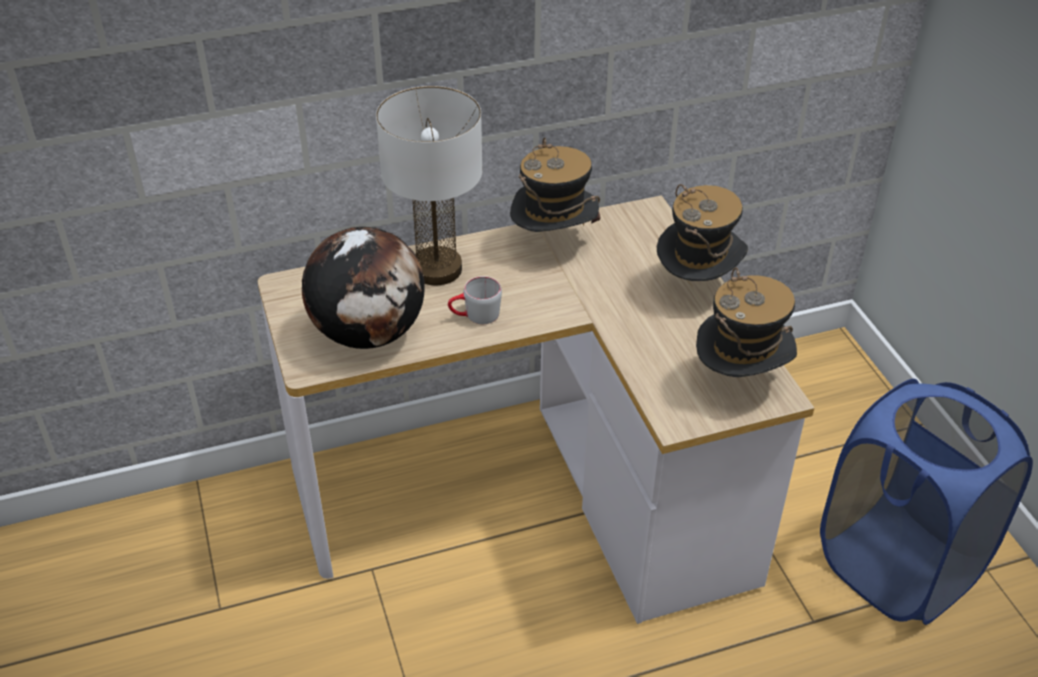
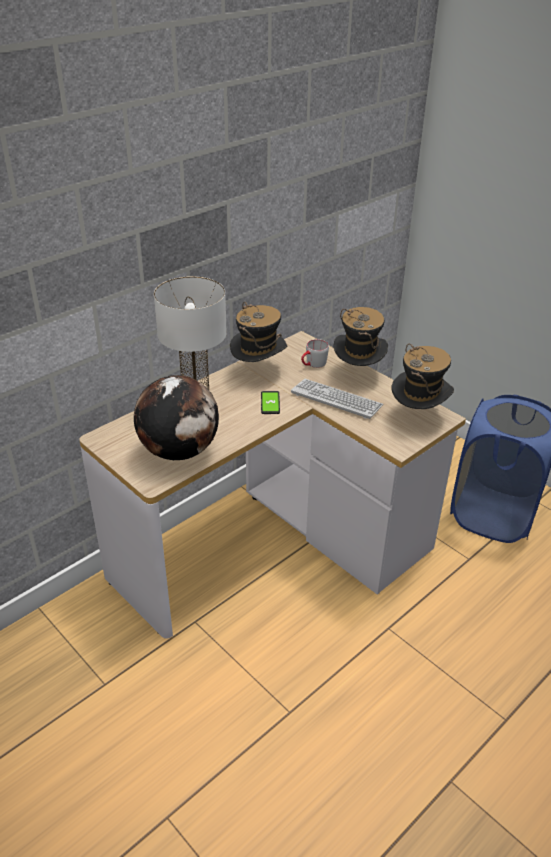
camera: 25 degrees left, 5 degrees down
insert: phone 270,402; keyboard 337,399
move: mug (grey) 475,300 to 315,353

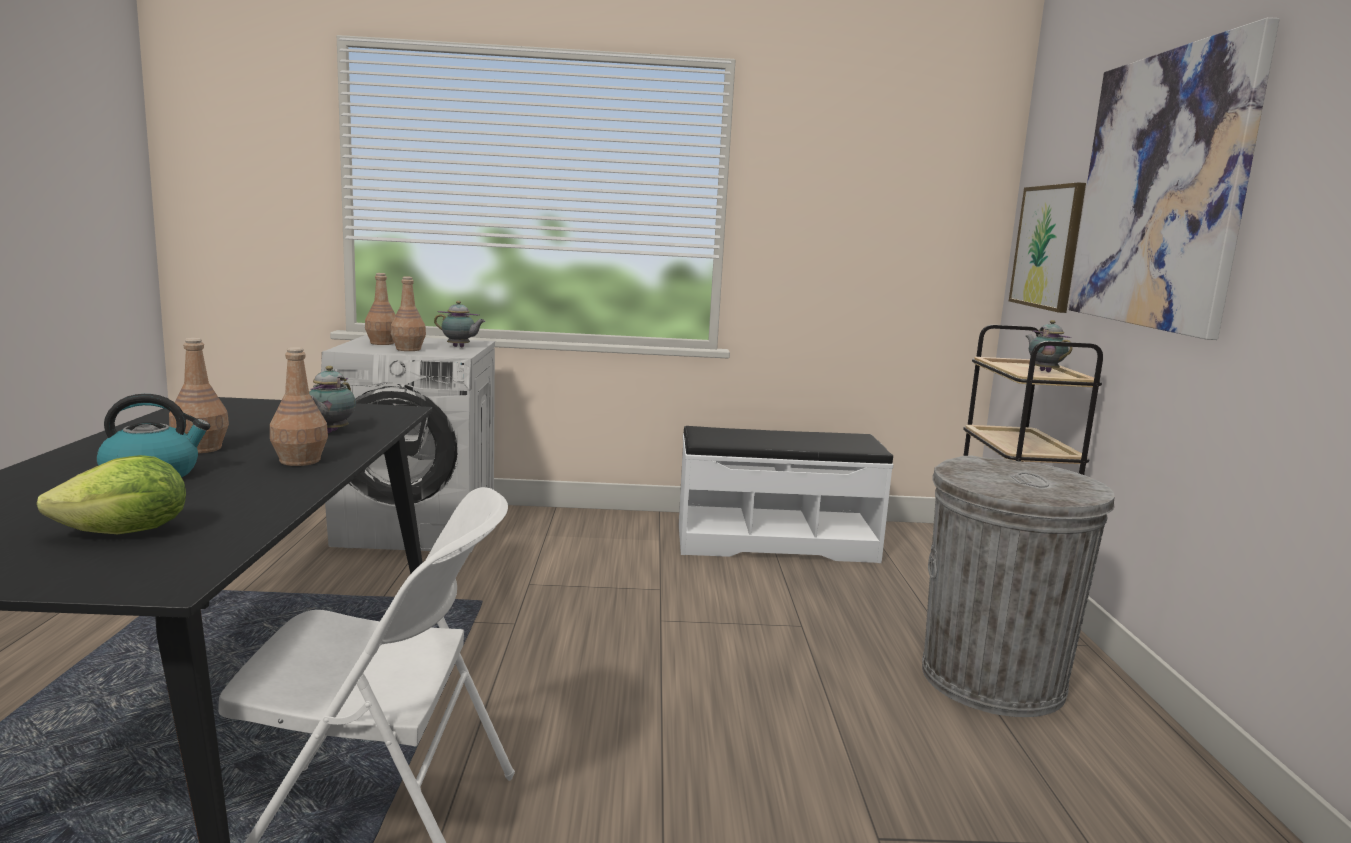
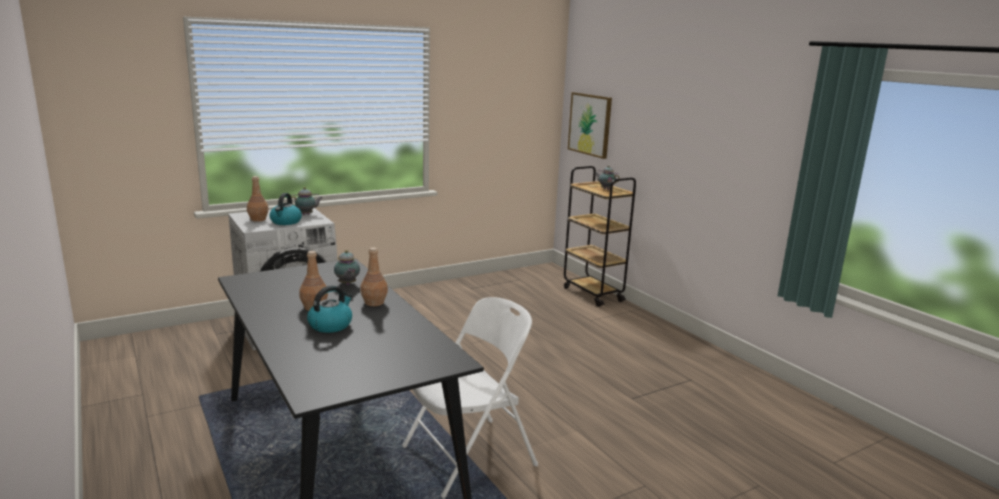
camera: 30 degrees left, 5 degrees up
delete: lettuce 111,494; bench (white) 786,494; trash can (grey) 1018,586; picture 1173,178
replace: bottle (brown) 408,314 to kettle 286,209

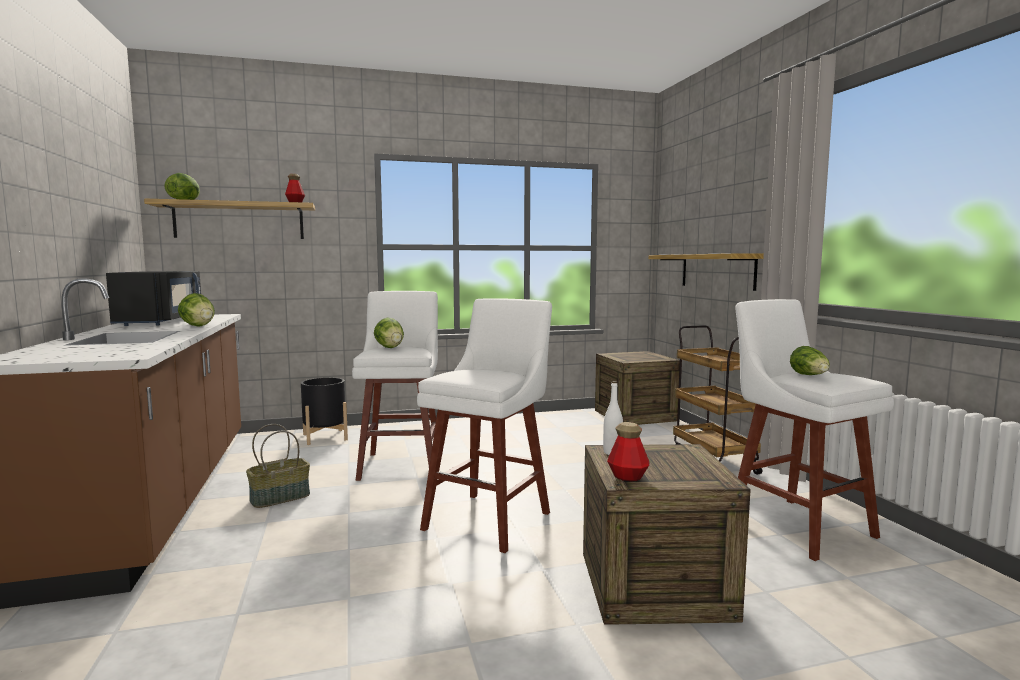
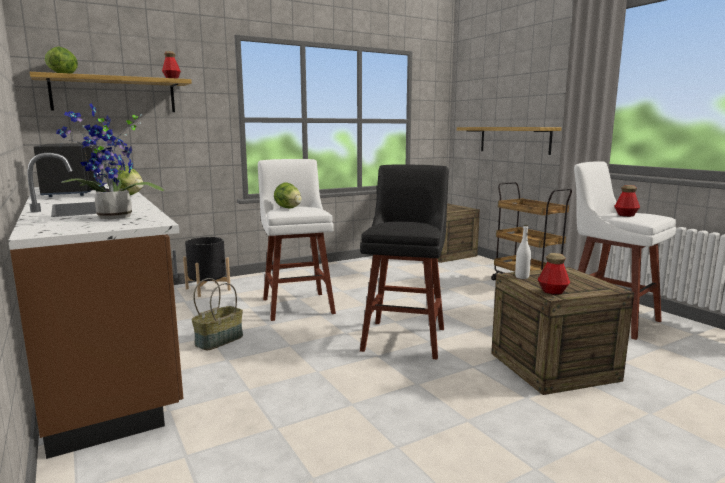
camera: 15 degrees left, 5 degrees up
insert: potted plant 110,161
replace: lettuce 810,360 to bottle 627,201
recolor: stool (white) 484,425 to stool (black) 404,262

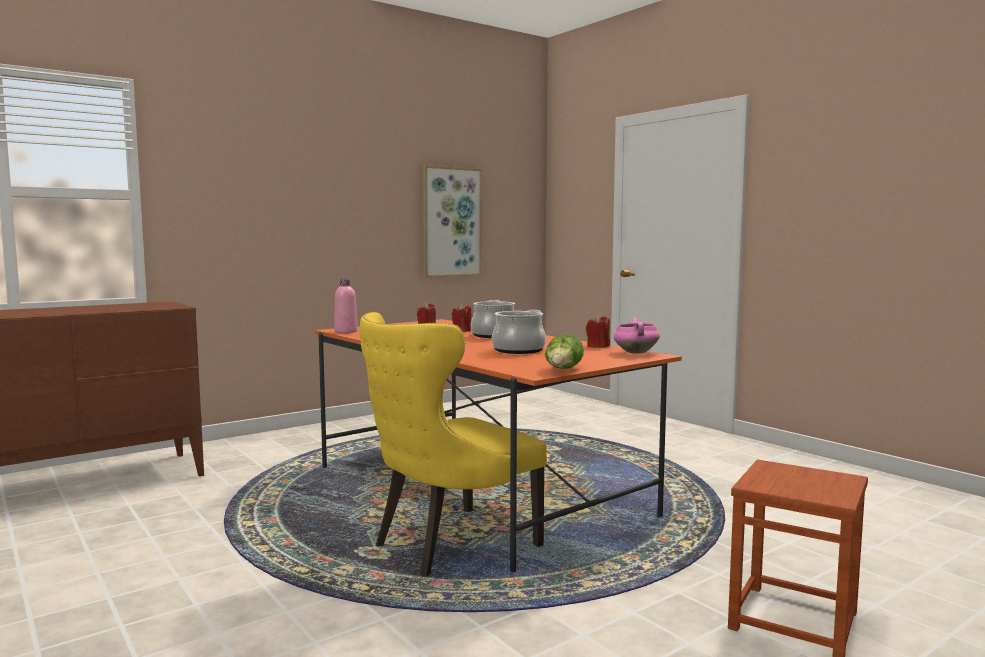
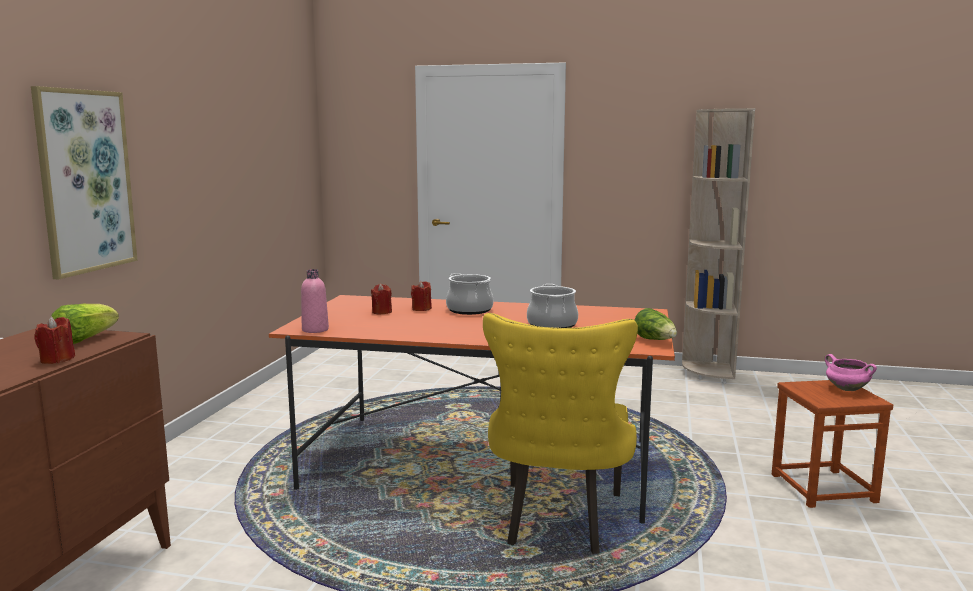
camera: 40 degrees left, 5 degrees up
insert: lettuce 85,324; bookcase (beige) 718,246
move: picture 452,221 to 84,183; candle (red) 598,331 to 54,340; cooking pot (pink) 636,335 to 851,372

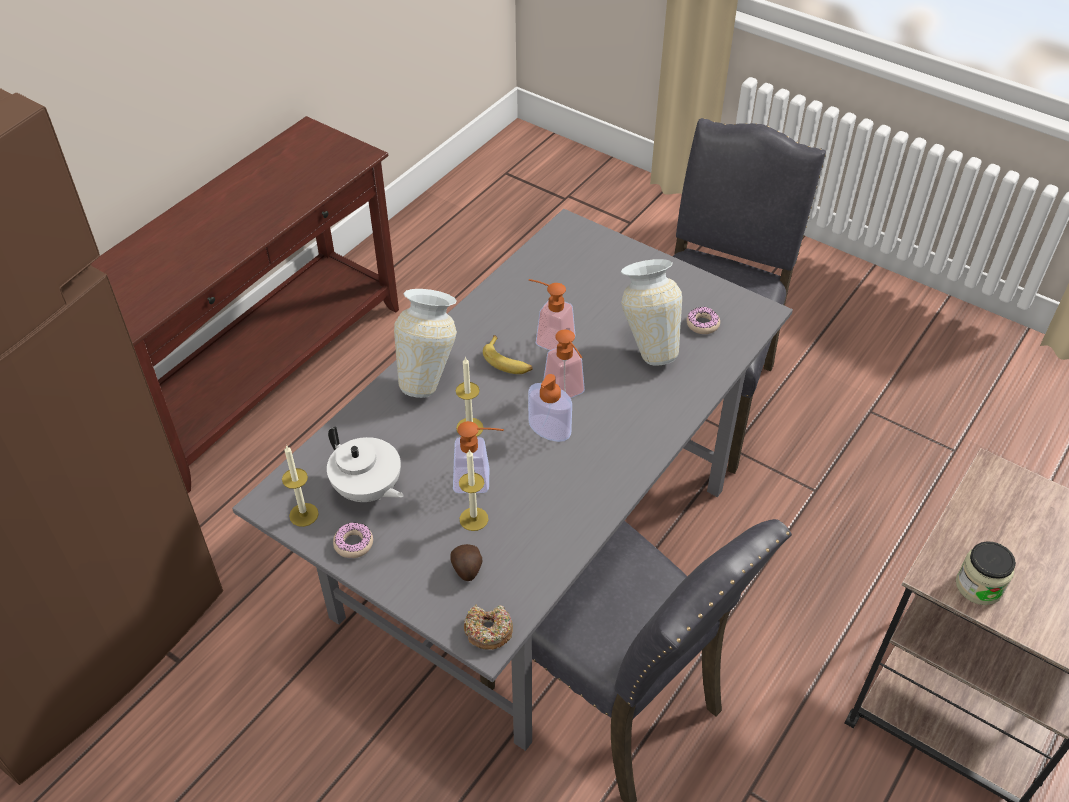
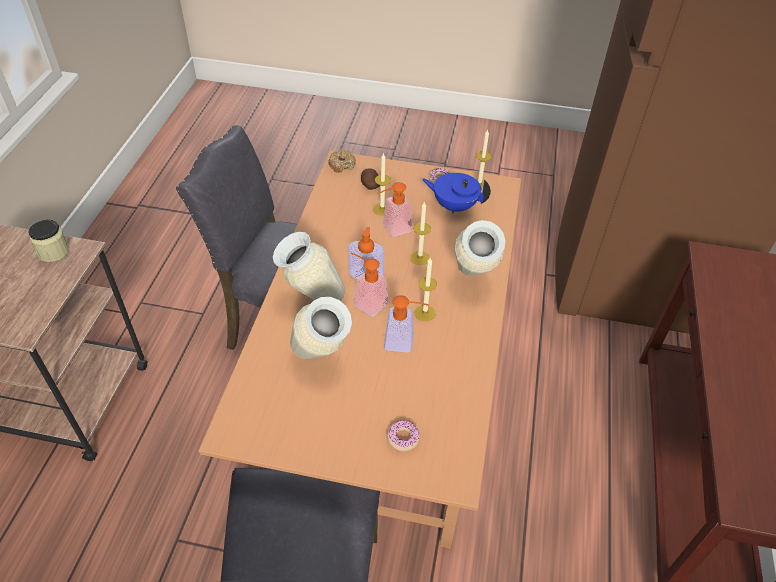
camera: 155 degrees right, 0 degrees up
insert: vase 309,266
move: donut 703,320 to 403,436
replace: banana 508,354 to candle 426,289
recolor: dining table (grey) 512,480 to dining table (brown) 359,350; teapot (white) 365,464 to teapot (blue) 456,193

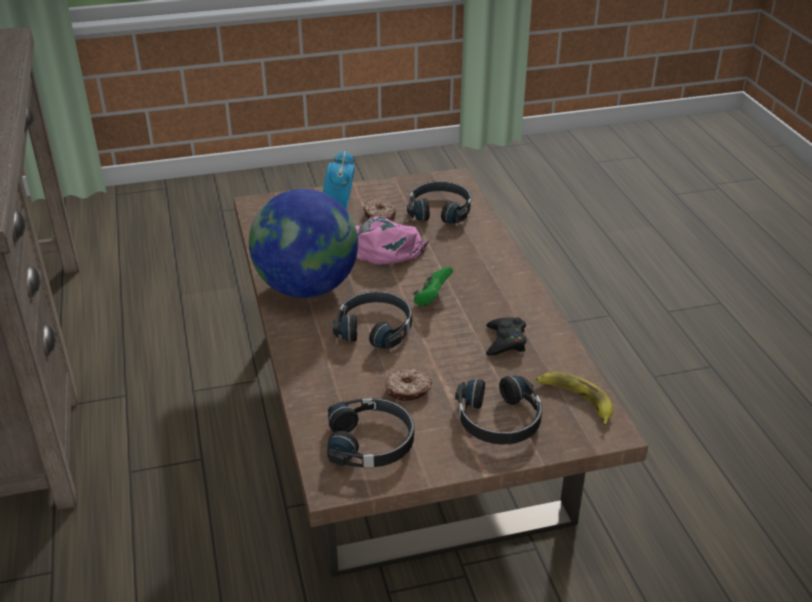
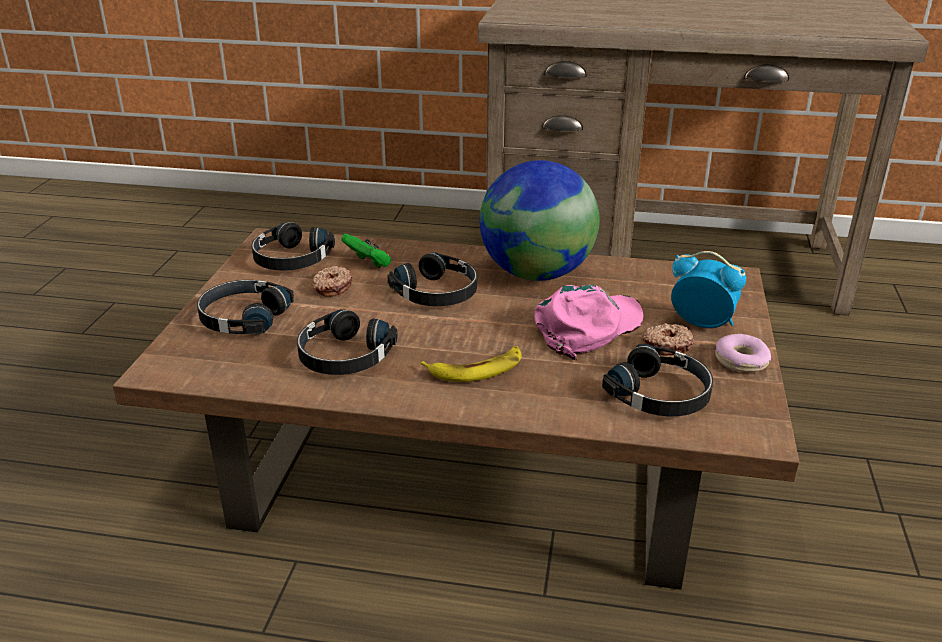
camera: 115 degrees right, 5 degrees down
insert: donut 743,353
move: game controller (green) 433,286 to 366,250; banana 574,398 to 471,364
replace: game controller (black) 506,336 to headphones (black) 347,342

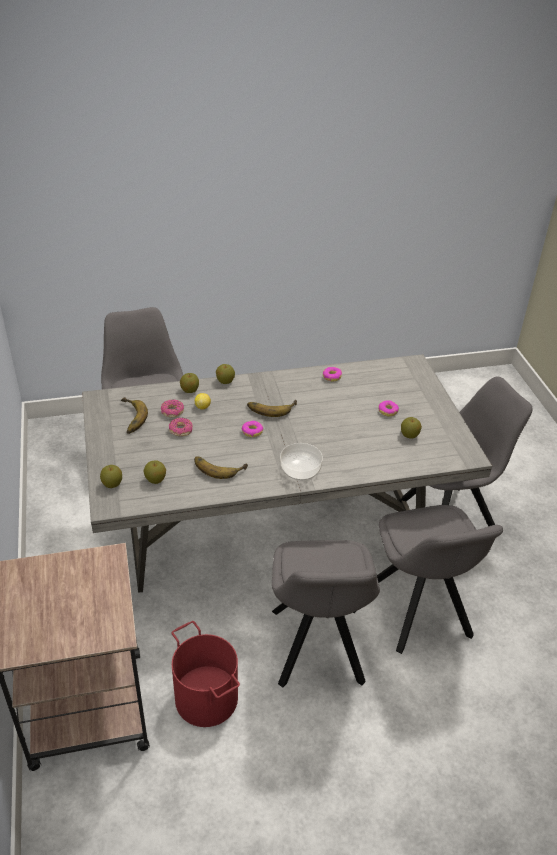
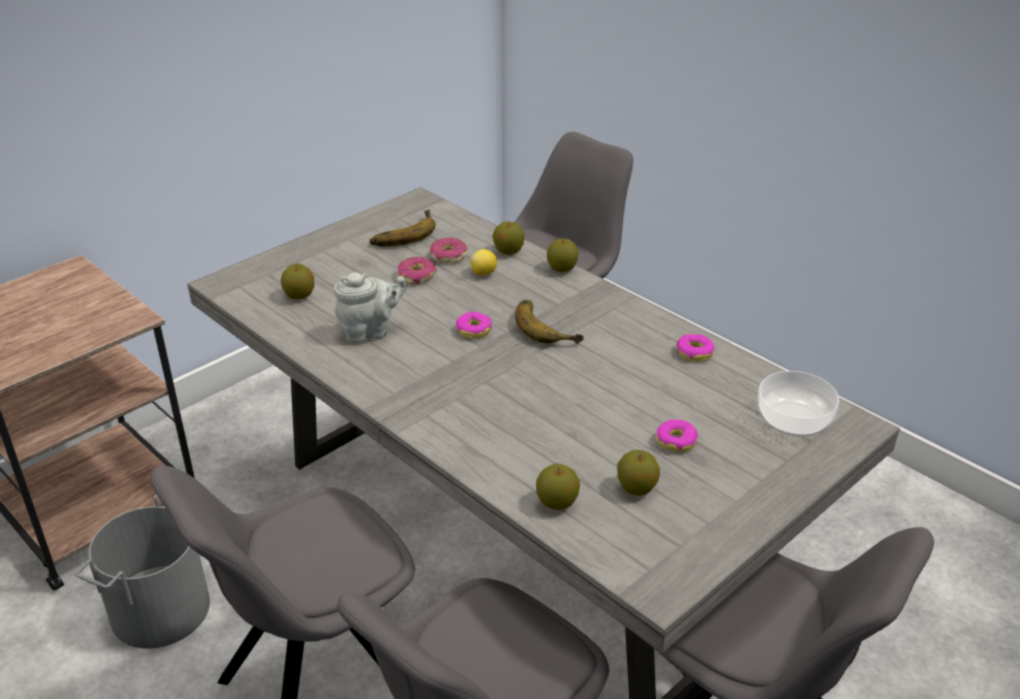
camera: 60 degrees right, 5 degrees down
move: apple 111,476 to 558,487; bowl 301,461 to 798,404
replace: banana 221,468 to teapot (grey) 370,308
recolor: bucket (red) 205,674 to bucket (grey) 142,571

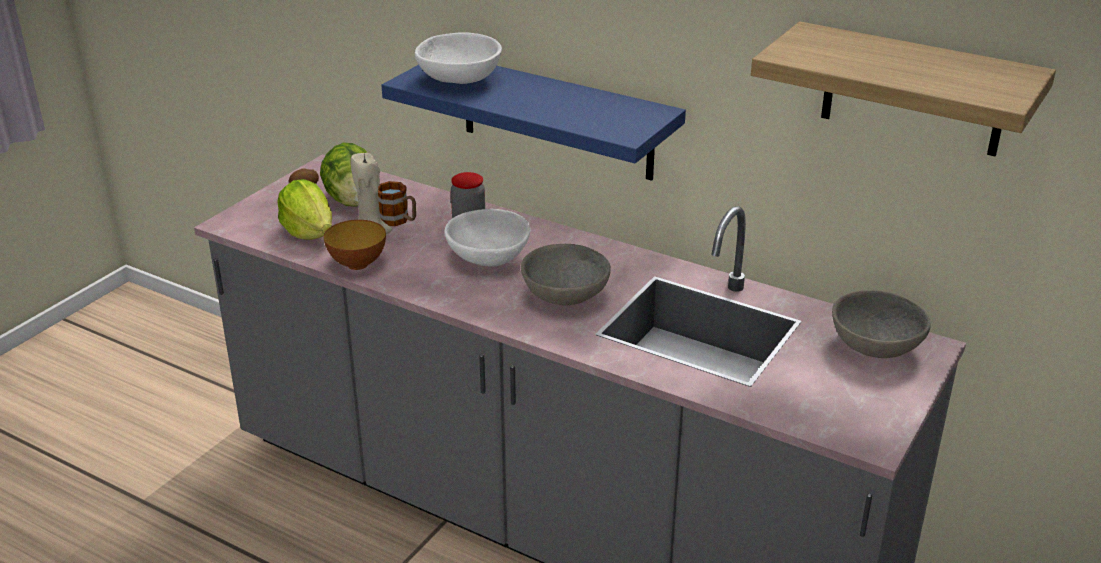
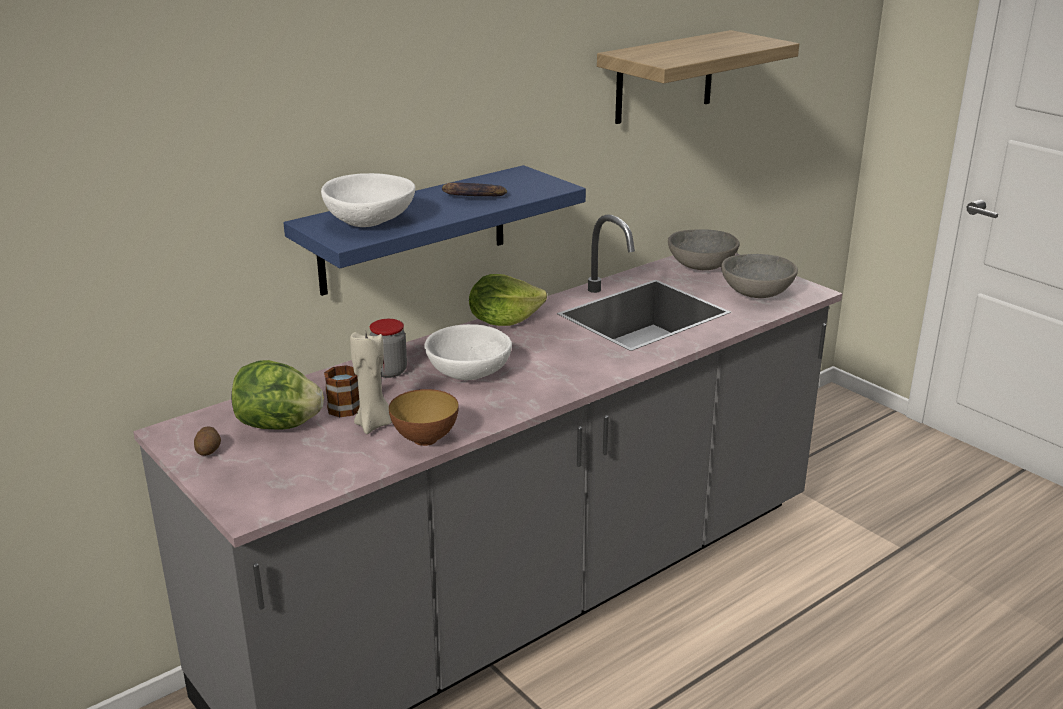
camera: 70 degrees left, 5 degrees down
insert: banana 474,189
move: lettuce 304,209 to 508,300; bowl (grey) 566,274 to 759,276

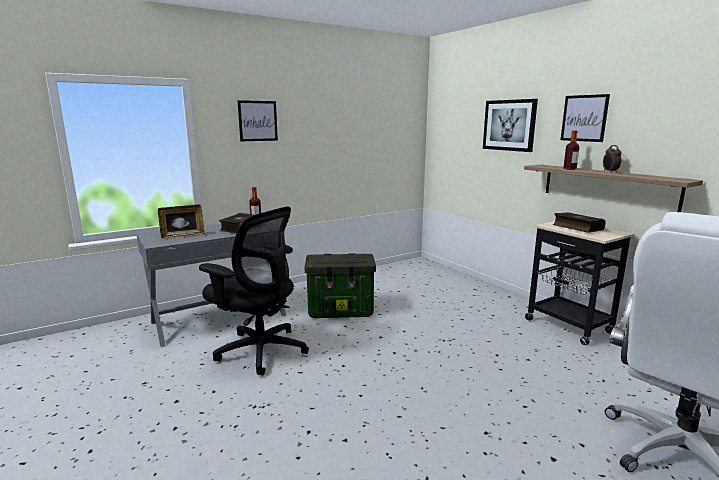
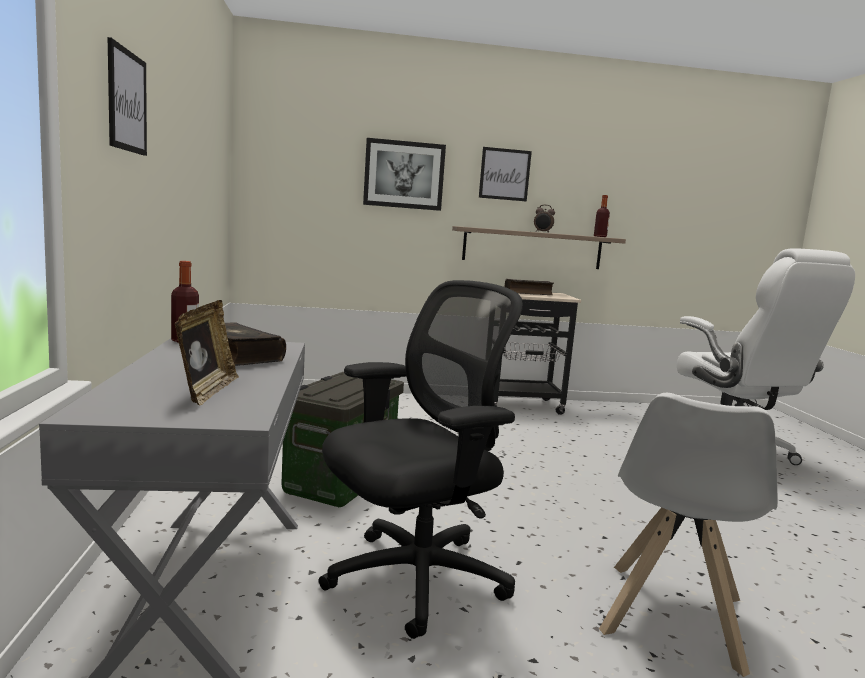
camera: 65 degrees left, 5 degrees down
insert: chair 688,535
move: bottle 571,150 to 602,216

